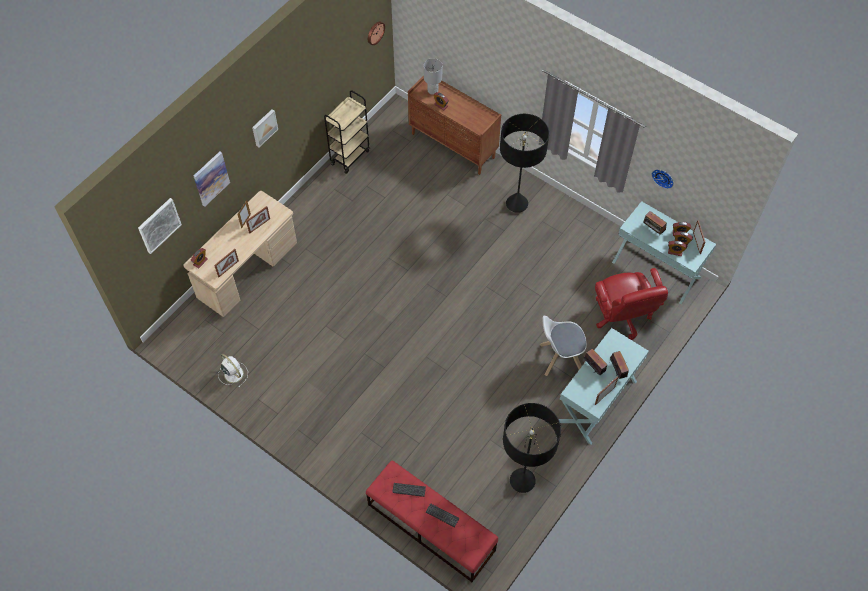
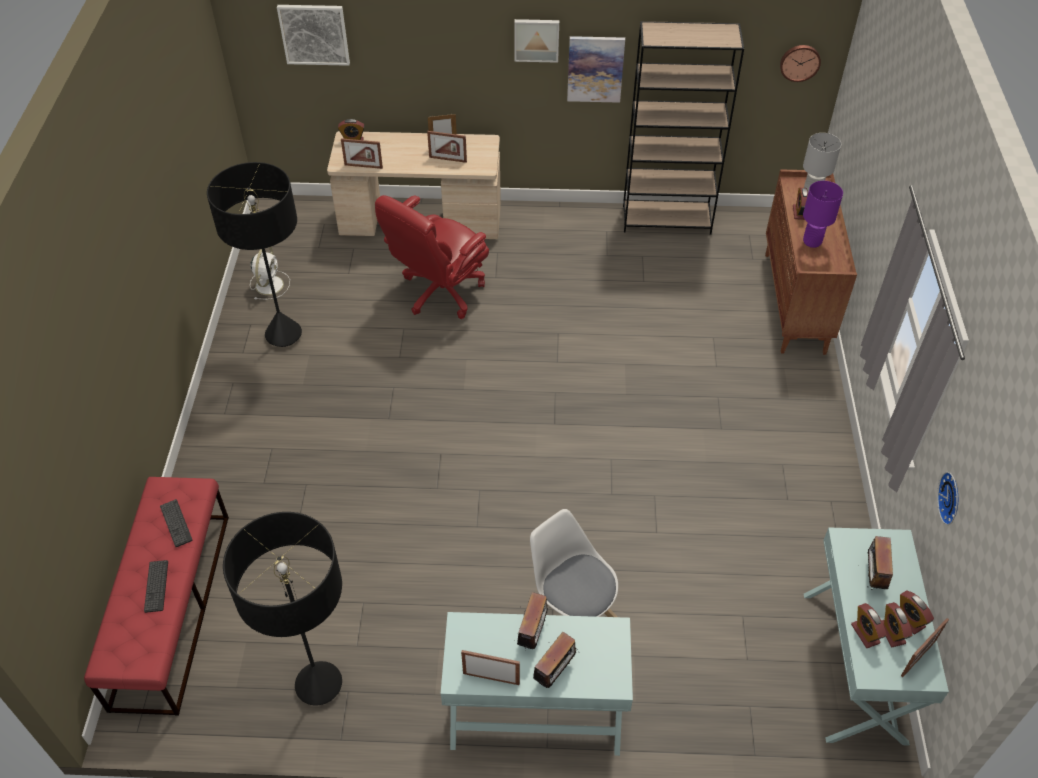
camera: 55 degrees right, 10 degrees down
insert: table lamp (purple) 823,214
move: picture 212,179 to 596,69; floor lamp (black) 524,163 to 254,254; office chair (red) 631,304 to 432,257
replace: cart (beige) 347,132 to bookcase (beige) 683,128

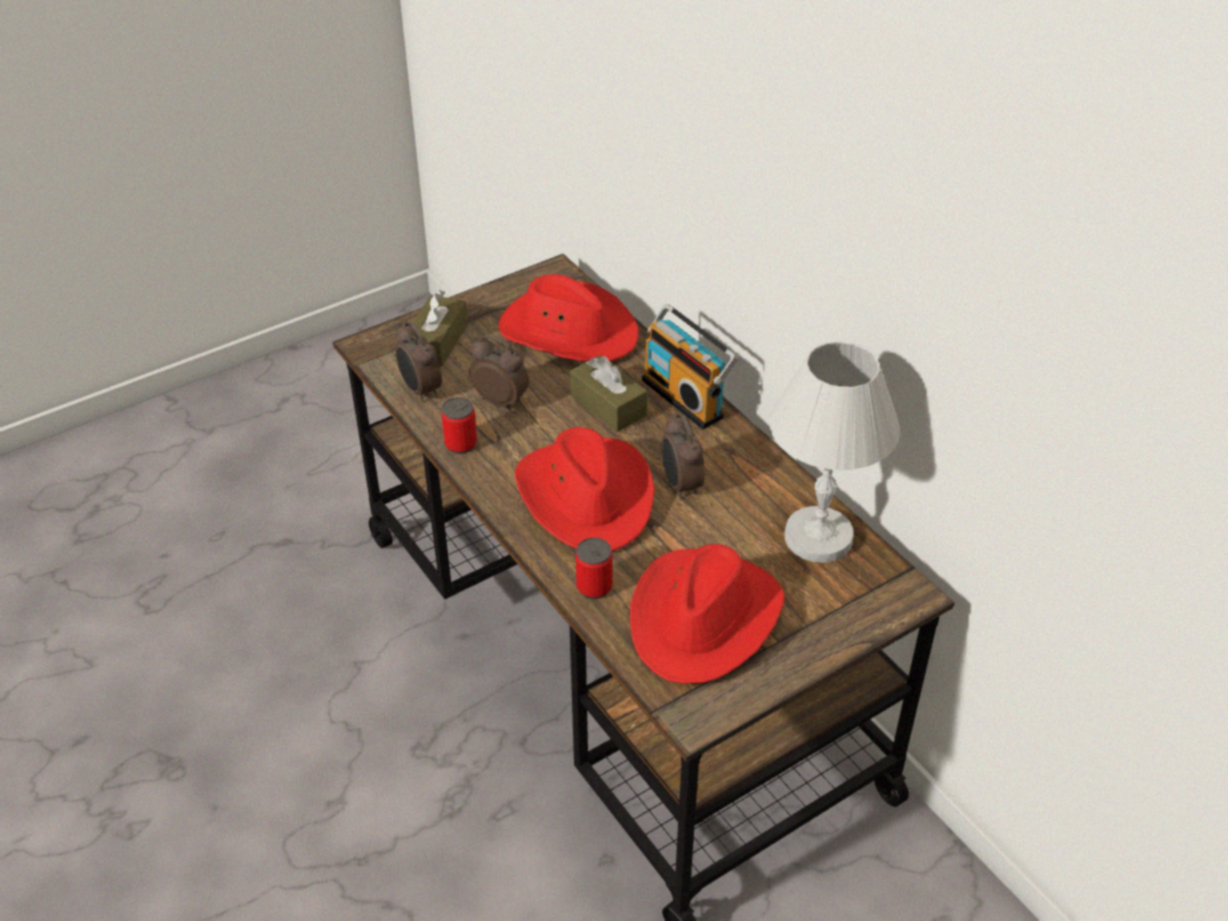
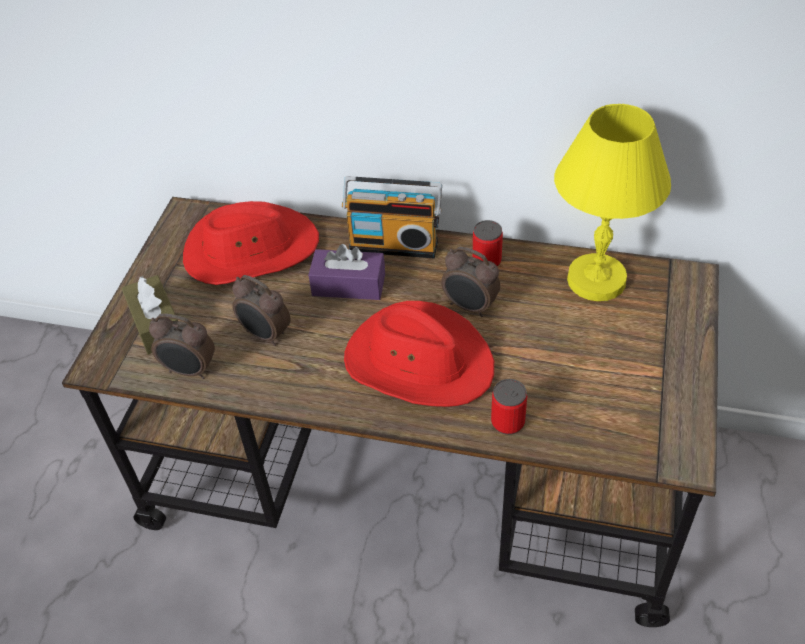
camera: 40 degrees left, 5 degrees up
delete: hat (red) 707,614
move: can 459,425 to 488,243
recolor: tissue box (brown) 609,393 to tissue box (purple) 346,272; table lamp (white) 834,452 to table lamp (yellow) 612,202
rotate: alarm clock 499,373 = 261,310 135 degrees counterclockwise

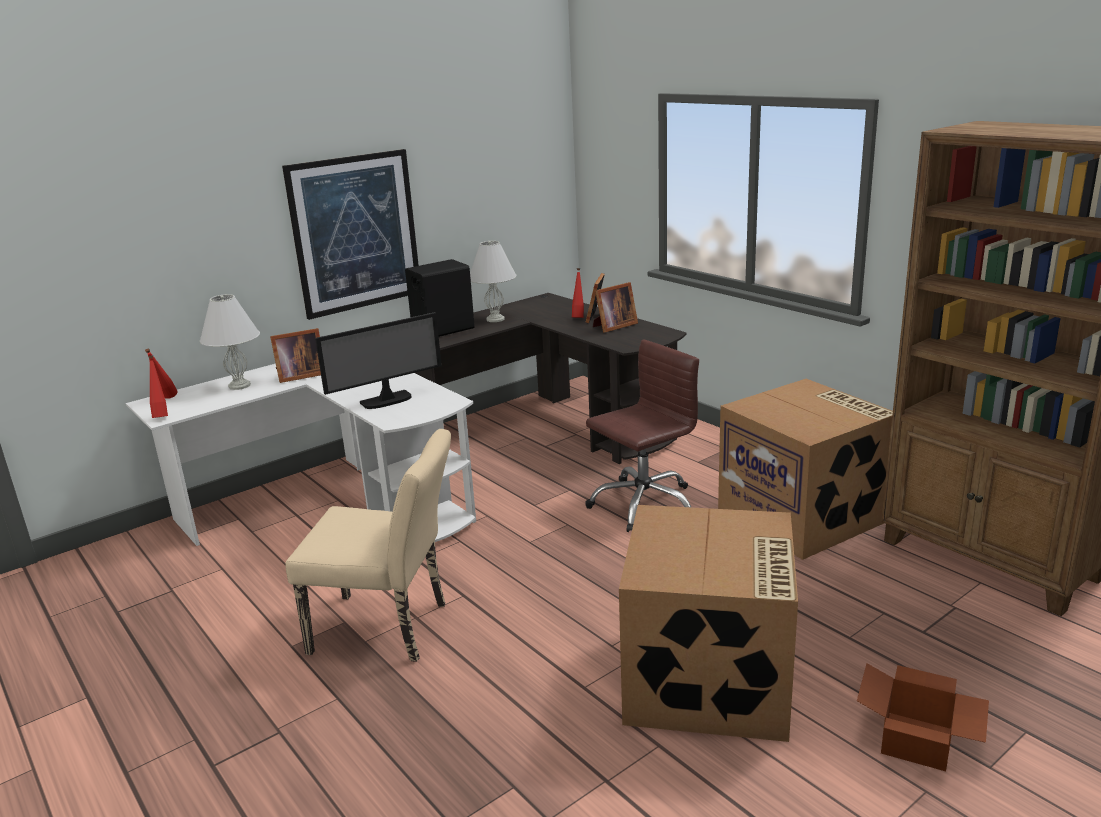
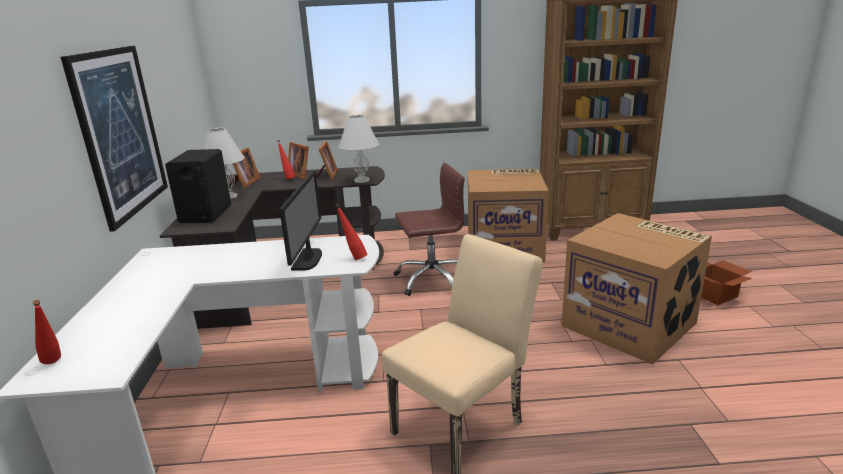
camera: 55 degrees left, 0 degrees up
move: bottle (red) 158,387 to 351,231; table lamp (white) 230,342 to 359,149; picture frame 295,355 to 245,168
rotate: office chair (brown) 642,435 = 429,229 75 degrees clockwise

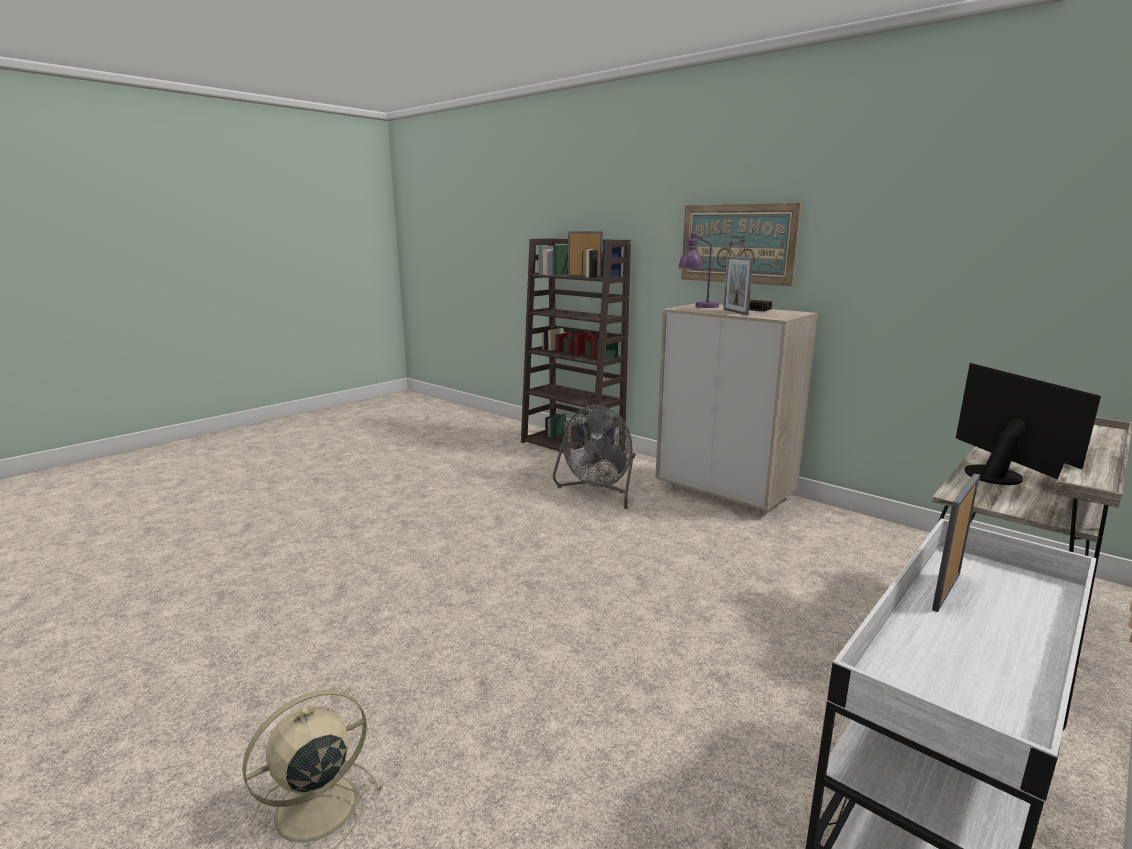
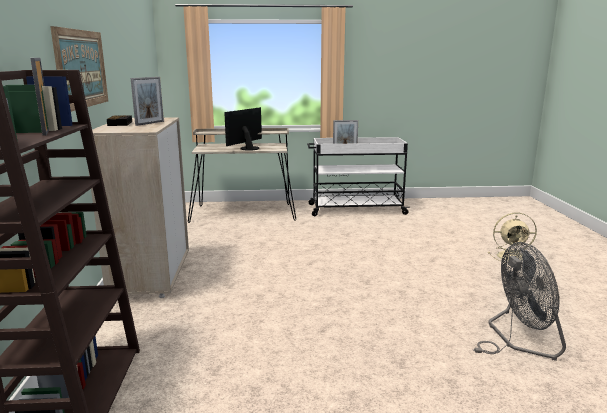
camera: 135 degrees left, 0 degrees up
delete: table lamp (purple) 698,270
move: fan (grey) 594,457 to 520,301

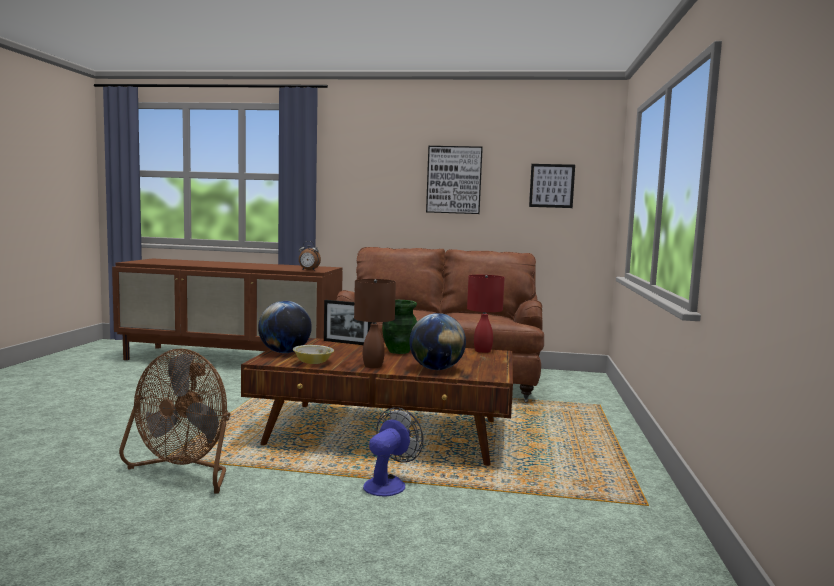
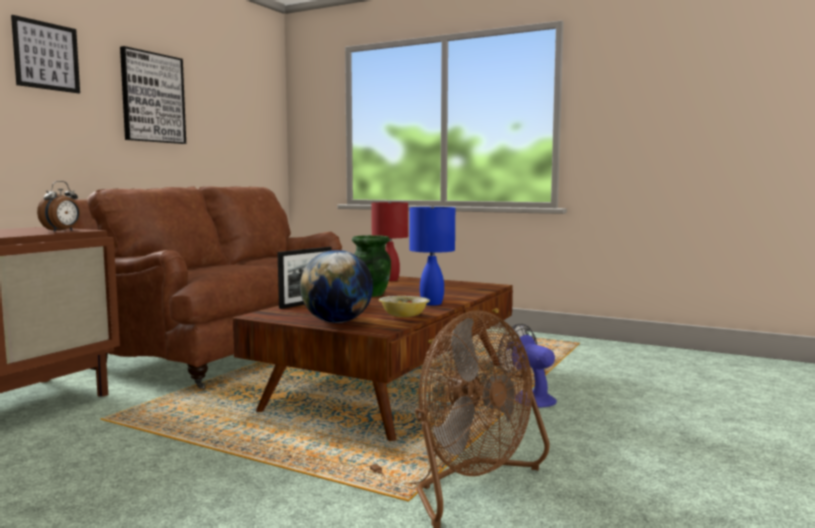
camera: 70 degrees left, 0 degrees up
delete: globe 437,341
move: picture 552,186 to 45,54
recolor: table lamp (brown) 375,323 to table lamp (blue) 432,256

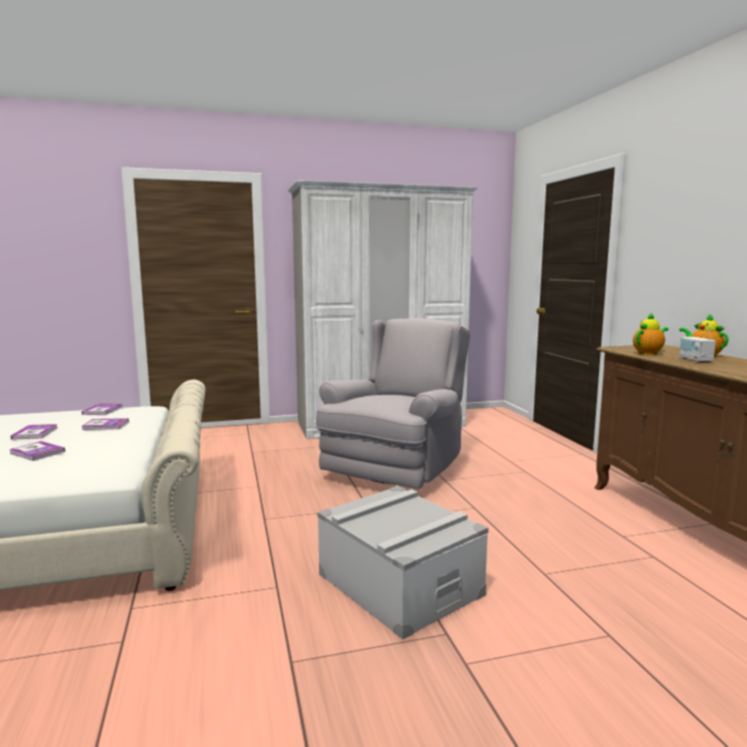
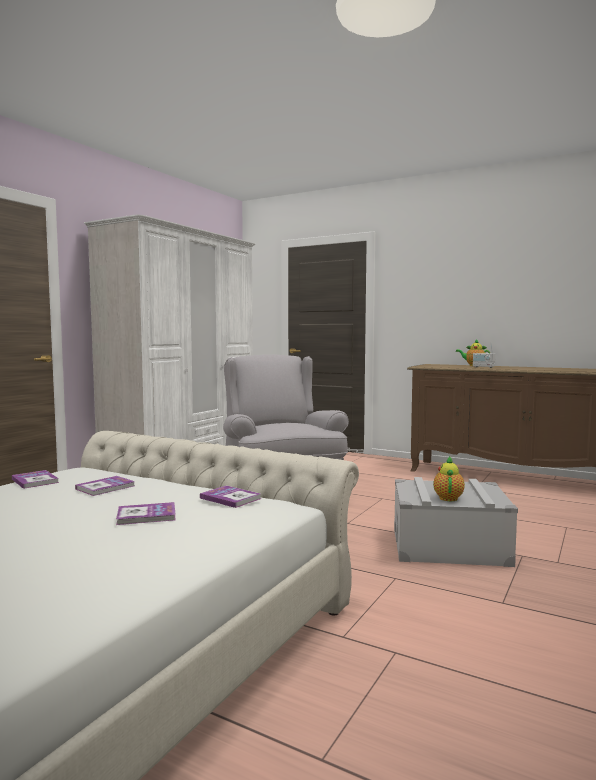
camera: 45 degrees left, 5 degrees down
move: book 34,432 to 230,496; teapot 651,334 to 449,478

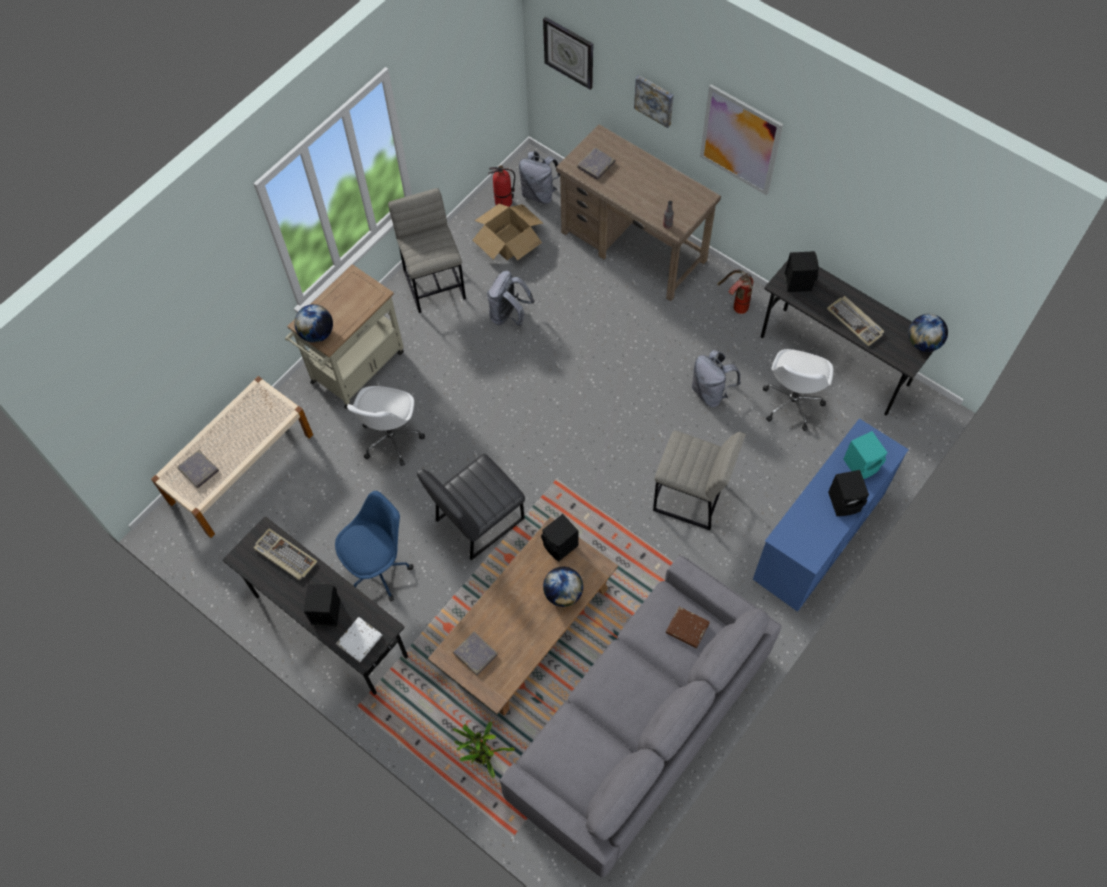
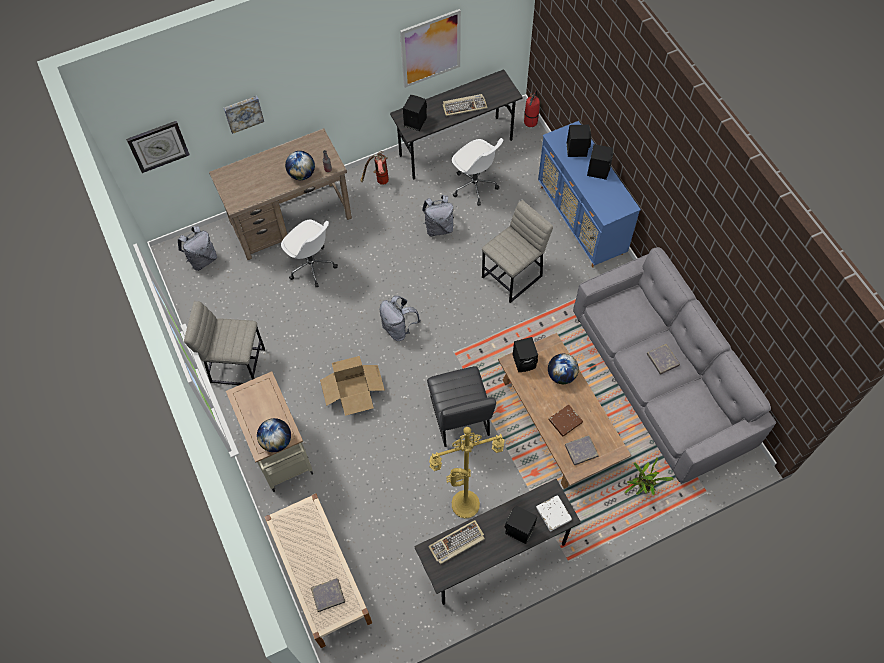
camera: 65 degrees left, 0 degrees up
move: office chair (white) 386,426 to 309,253; cardboard box 508,232 to 352,386; backpack (grey) 511,298 to 400,318; fire extinguisher 501,186 to 532,108; book (grey) 596,163 to 663,359; book (brown) 688,627 to 565,421; picture 741,140 to 430,48; globe 928,333 to 300,165
replace: office chair (blue) 374,546 to floor lamp (yellow) 467,472
recolor: speaker (turquoise) 865,455 to speaker (black) 579,140

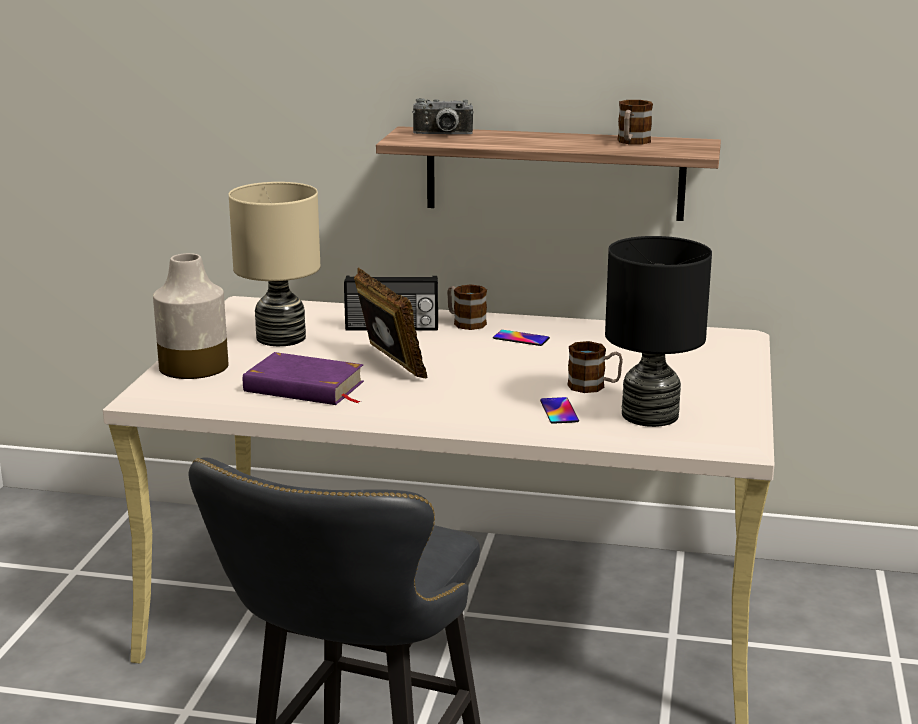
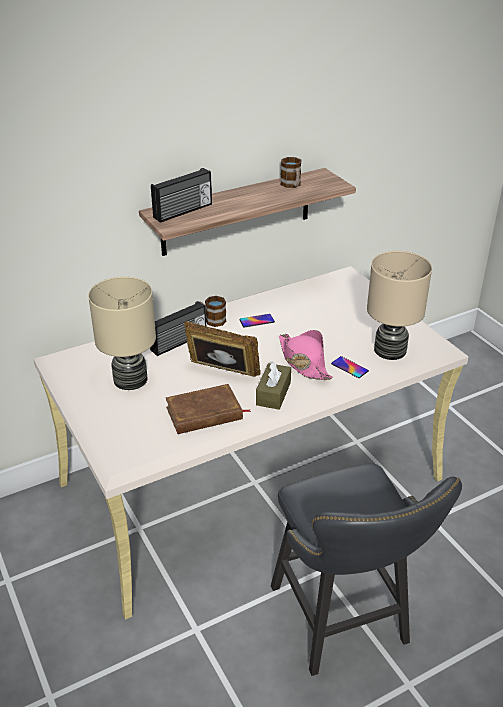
camera: 40 degrees left, 15 degrees up
delete: vase (beige) 191,316; mug 595,367
insert: tissue box (brown) 273,385; hat (pink) 306,355
replace: photo camera 443,116 to radio 181,195
recolor: book (purple) 303,378 to book (brown) 208,409; table lamp (black) 658,331 to table lamp (beige) 399,305

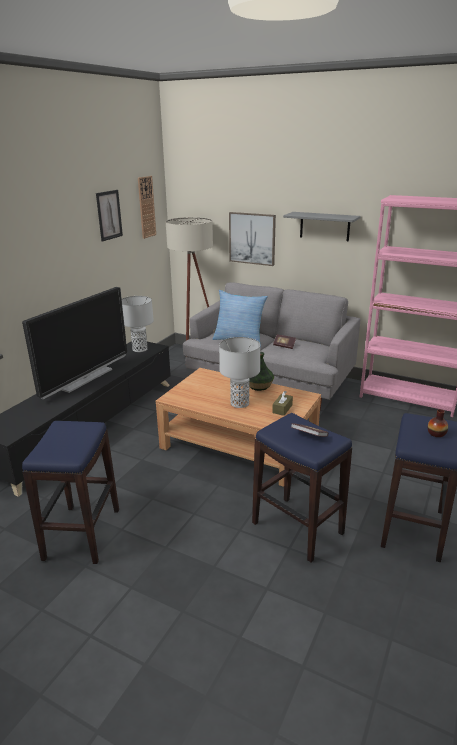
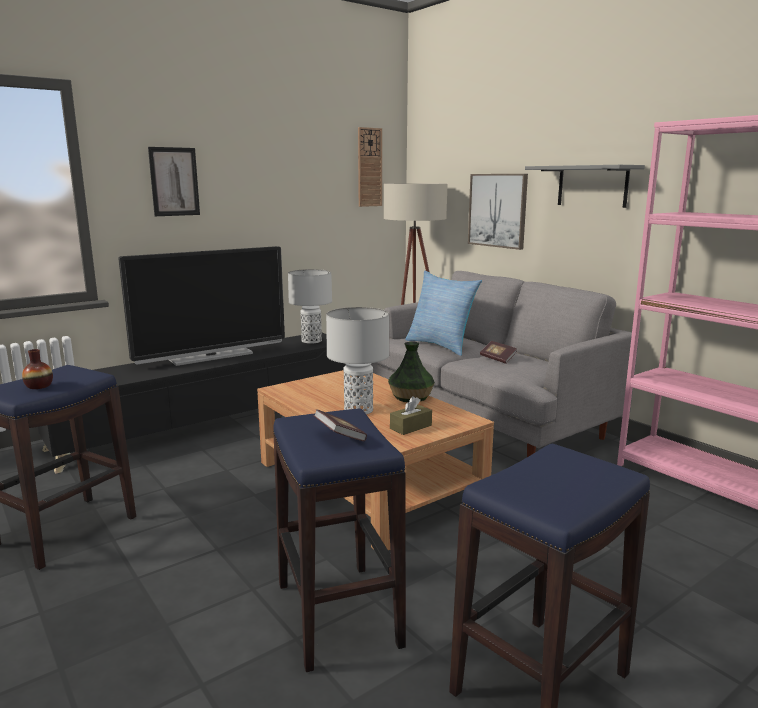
camera: 25 degrees right, 10 degrees down
move: picture 109,215 to 174,181; vase 438,423 to 37,369

